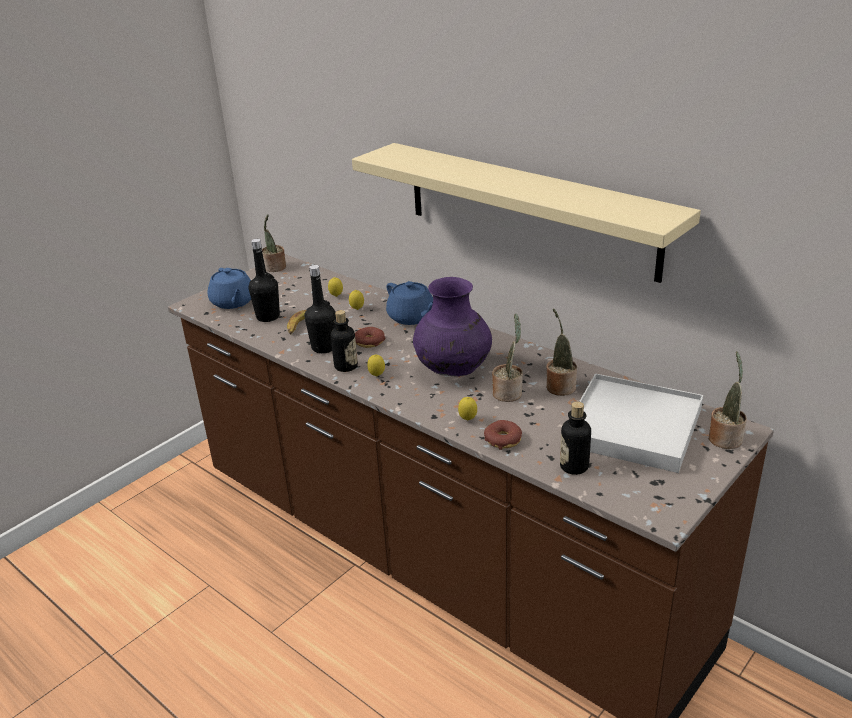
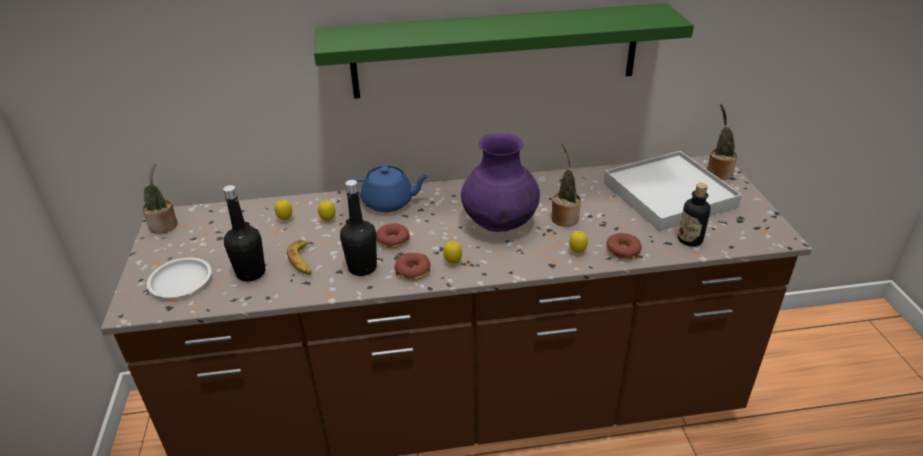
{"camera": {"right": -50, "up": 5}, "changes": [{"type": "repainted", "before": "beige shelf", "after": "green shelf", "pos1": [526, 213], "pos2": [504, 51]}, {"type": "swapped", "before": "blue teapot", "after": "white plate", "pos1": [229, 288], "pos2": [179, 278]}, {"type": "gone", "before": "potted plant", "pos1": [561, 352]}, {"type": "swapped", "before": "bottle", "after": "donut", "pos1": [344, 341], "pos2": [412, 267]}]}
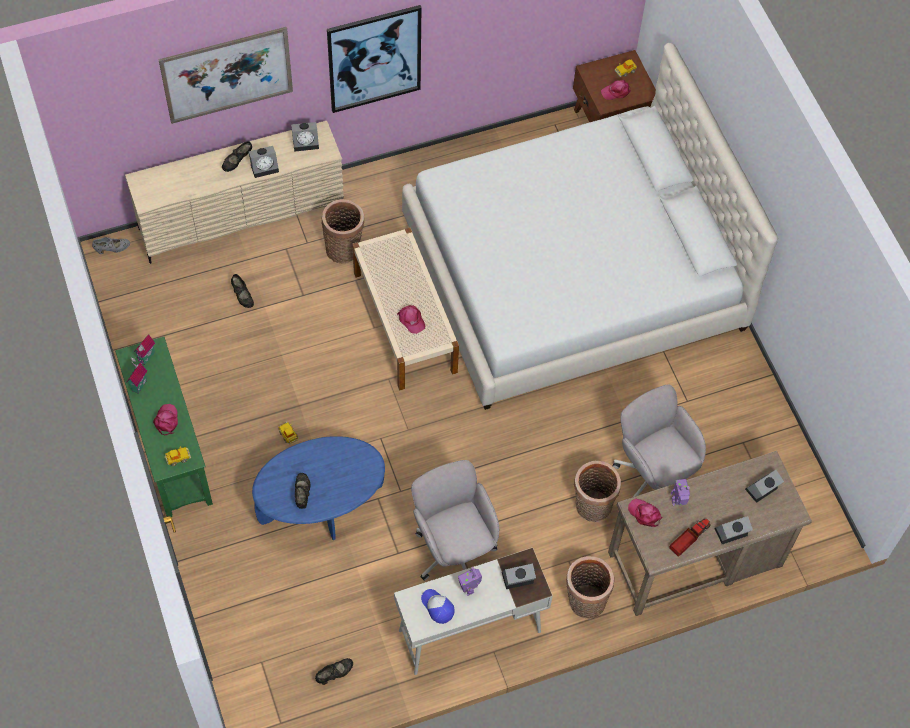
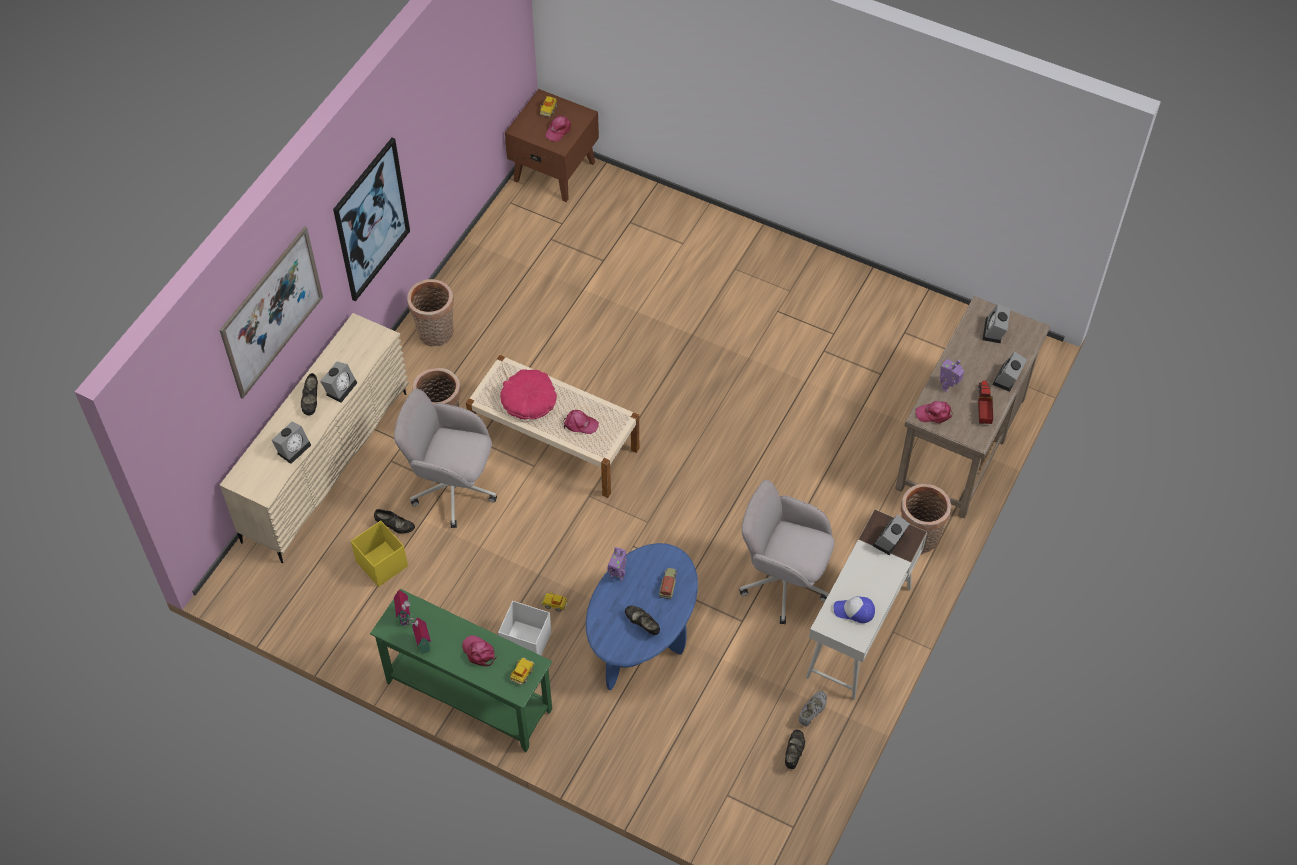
{"camera": {"right": -40, "up": -5}, "changes": [{"type": "gone", "before": "white bed", "pos1": [590, 226]}, {"type": "shifted", "before": "alarm clock", "pos1": [305, 137], "pos2": [291, 442]}, {"type": "shifted", "before": "grey shoe", "pos1": [111, 245], "pos2": [813, 709]}, {"type": "shifted", "before": "grey office chair", "pos1": [659, 440], "pos2": [445, 458]}, {"type": "shifted", "before": "basket", "pos1": [597, 491], "pos2": [430, 313]}, {"type": "shifted", "before": "toy robot", "pos1": [470, 581], "pos2": [617, 564]}, {"type": "new", "after": "pink pillow", "pos2": [528, 394]}, {"type": "new", "after": "yellow storage box", "pos2": [379, 554]}, {"type": "new", "after": "toy truck", "pos2": [668, 583]}, {"type": "new", "after": "white storage box", "pos2": [525, 628]}]}
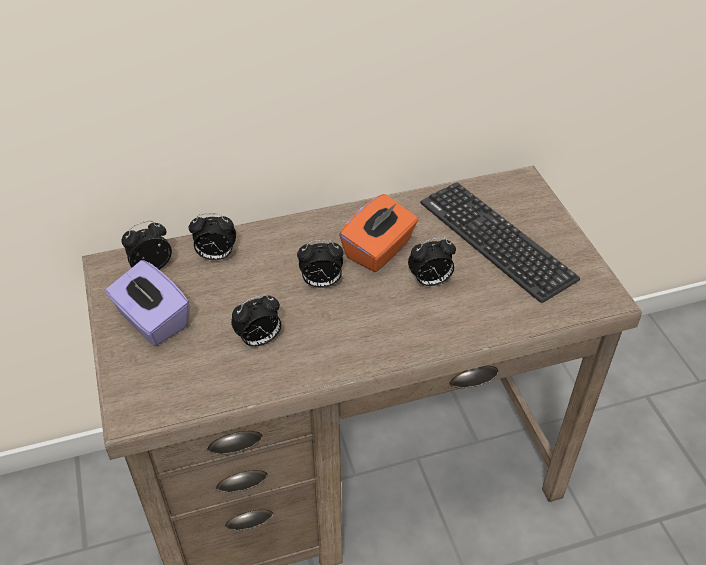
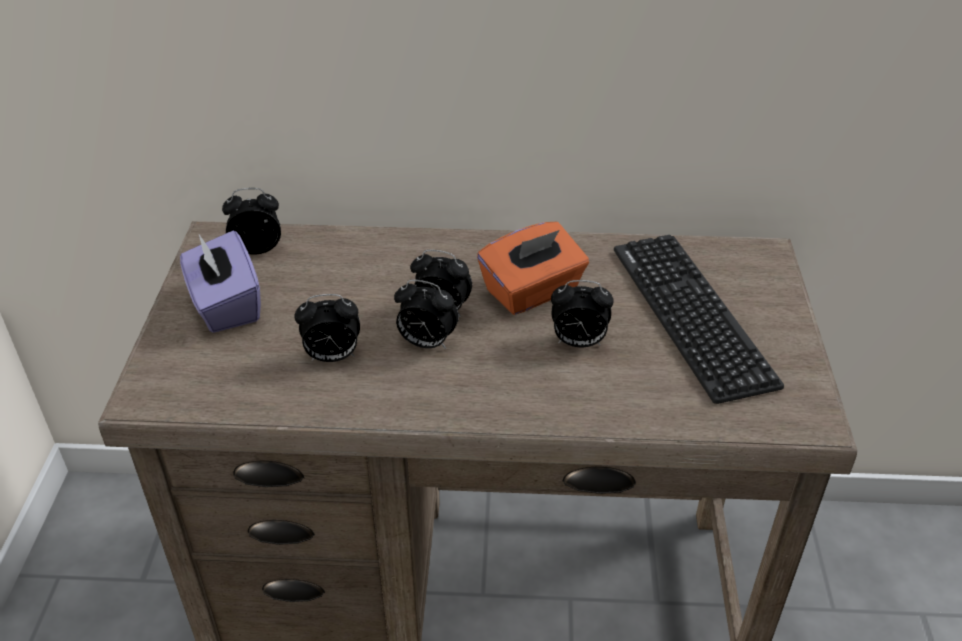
{"camera": {"right": 20, "up": -5}, "changes": [{"type": "shifted", "before": "alarm clock", "pos1": [212, 236], "pos2": [426, 314]}]}
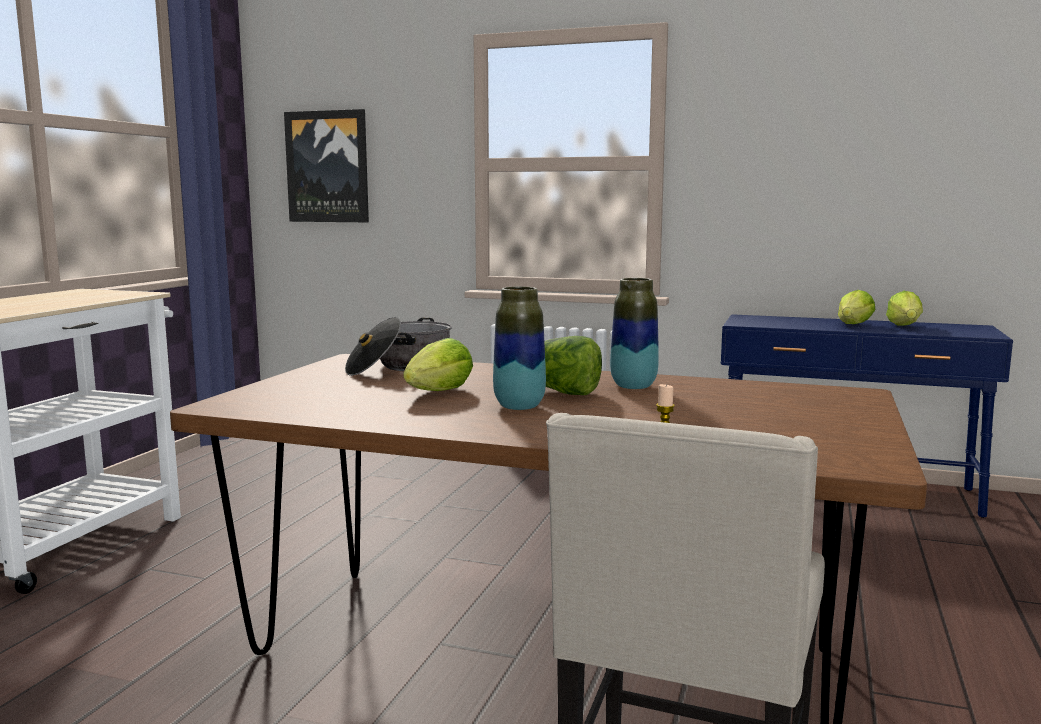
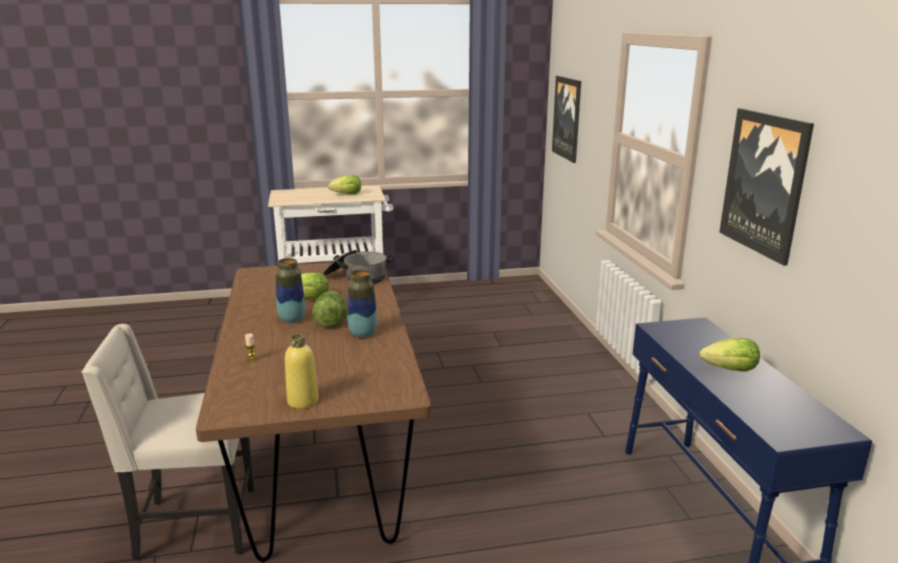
{"camera": {"right": 60, "up": 10}, "changes": [{"type": "shifted", "before": "lettuce", "pos1": [904, 308], "pos2": [344, 184]}, {"type": "new", "after": "picture", "pos2": [766, 187]}, {"type": "new", "after": "yellow bottle", "pos2": [302, 371]}]}
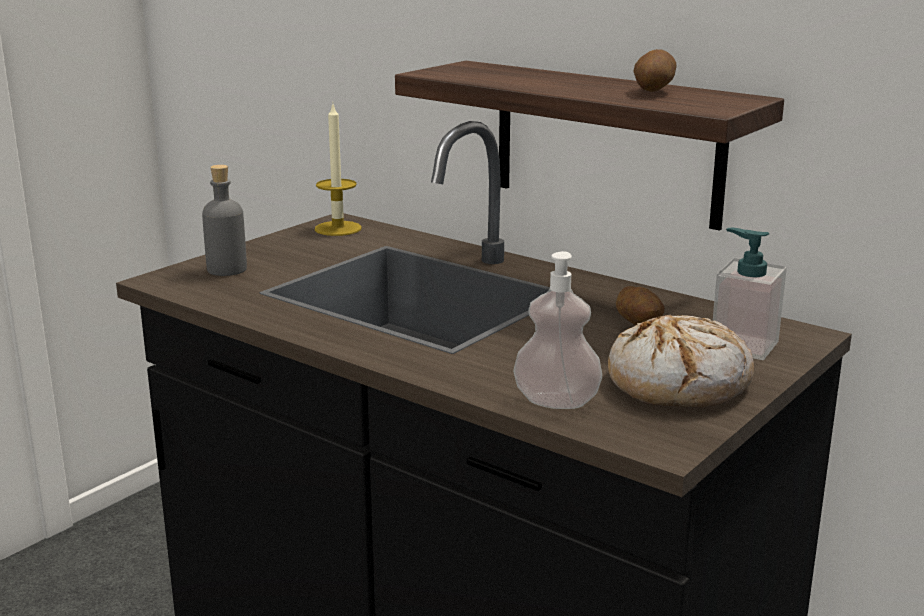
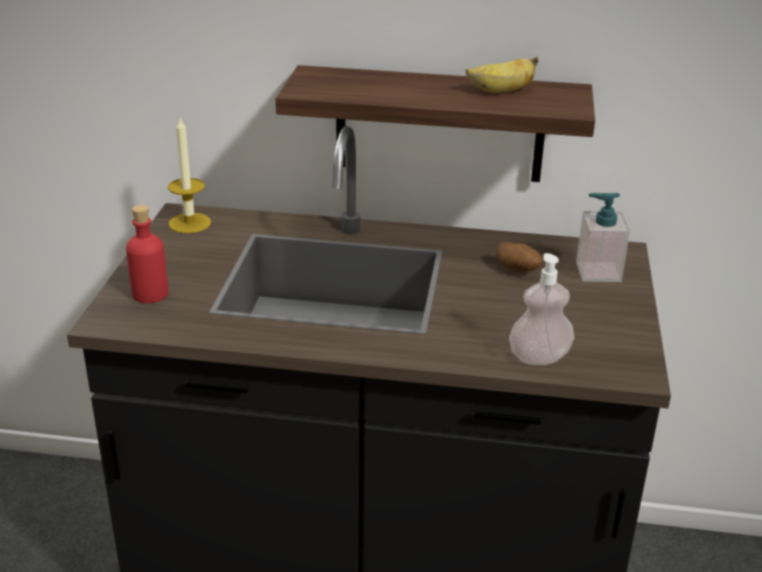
{"camera": {"right": -30, "up": 10}, "changes": [{"type": "swapped", "before": "potato", "after": "banana", "pos1": [655, 70], "pos2": [502, 74]}, {"type": "repainted", "before": "grey bottle", "after": "red bottle", "pos1": [224, 220], "pos2": [147, 254]}, {"type": "gone", "before": "bread", "pos1": [681, 361]}]}
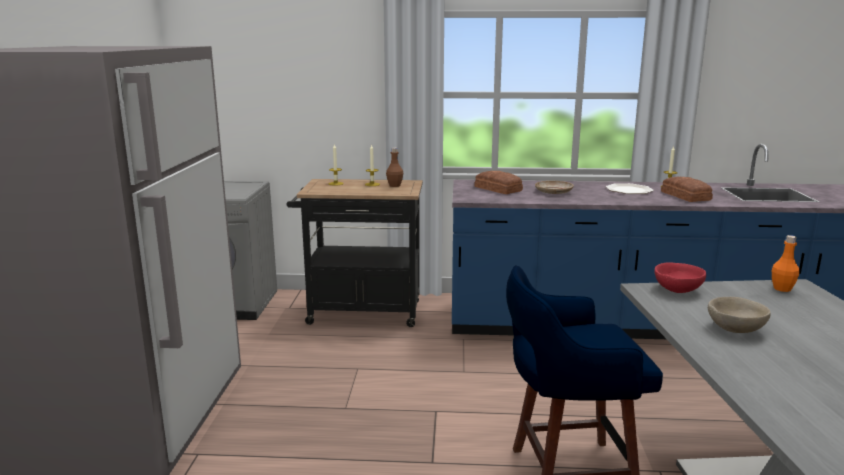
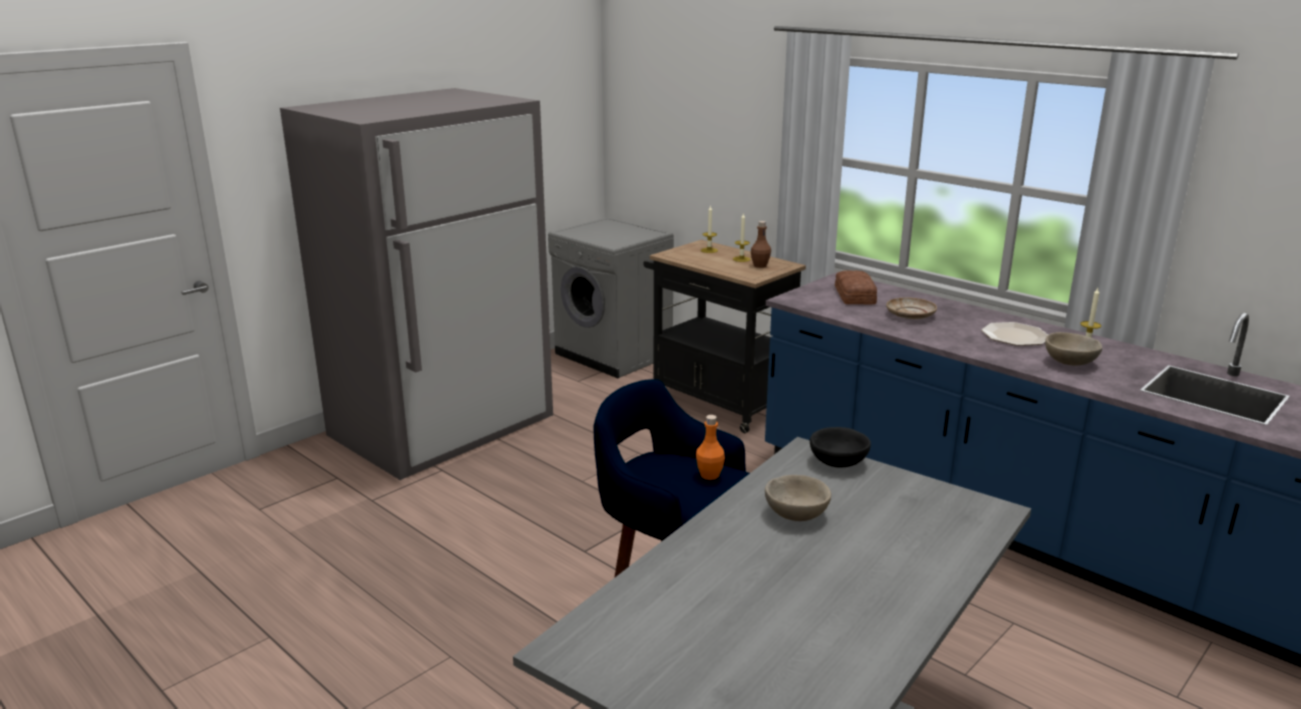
{"camera": {"right": 40, "up": 5}, "changes": [{"type": "swapped", "before": "bread", "after": "beige bowl", "pos1": [687, 189], "pos2": [1073, 349]}, {"type": "shifted", "before": "orange bottle", "pos1": [785, 263], "pos2": [710, 447]}, {"type": "repainted", "before": "red bowl", "after": "black bowl", "pos1": [680, 277], "pos2": [840, 447]}]}
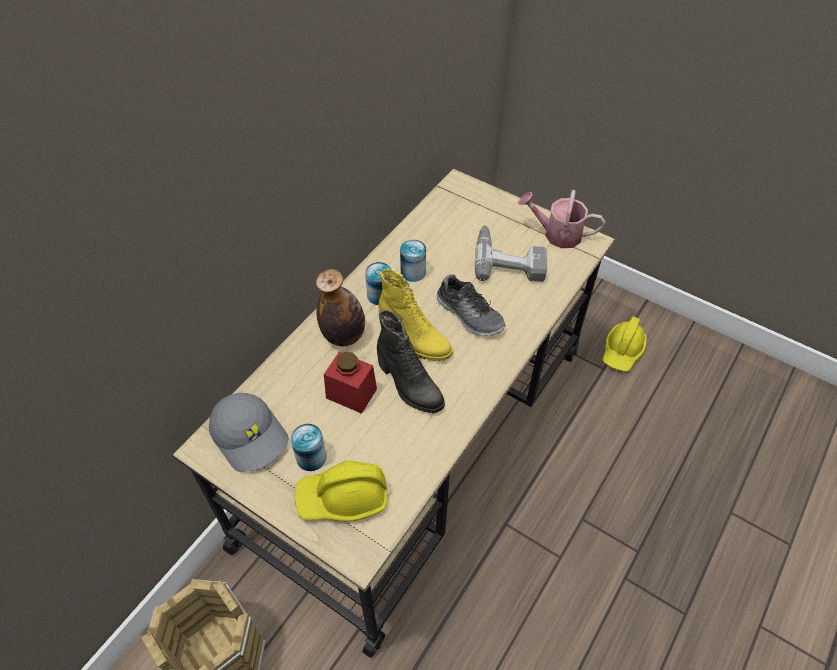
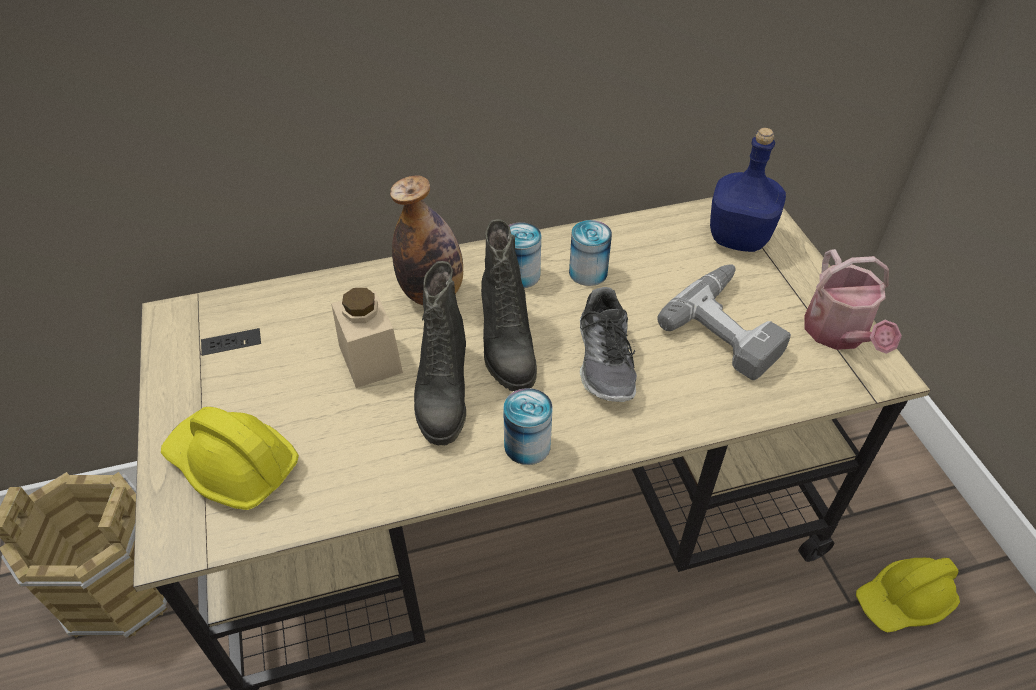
{"camera": {"right": 40, "up": -5}, "changes": [{"type": "rotated", "before": "watering can", "pos1": [561, 219], "pos2": [853, 301], "turn": -150}, {"type": "repainted", "before": "yellow boot", "after": "black boot", "pos1": [415, 315], "pos2": [509, 305]}, {"type": "repainted", "before": "red jar", "after": "beige jar", "pos1": [350, 383], "pos2": [367, 338]}, {"type": "gone", "before": "grey cap", "pos1": [249, 432]}, {"type": "shifted", "before": "can", "pos1": [309, 447], "pos2": [528, 426]}, {"type": "new", "after": "blue bottle", "pos2": [748, 190]}]}
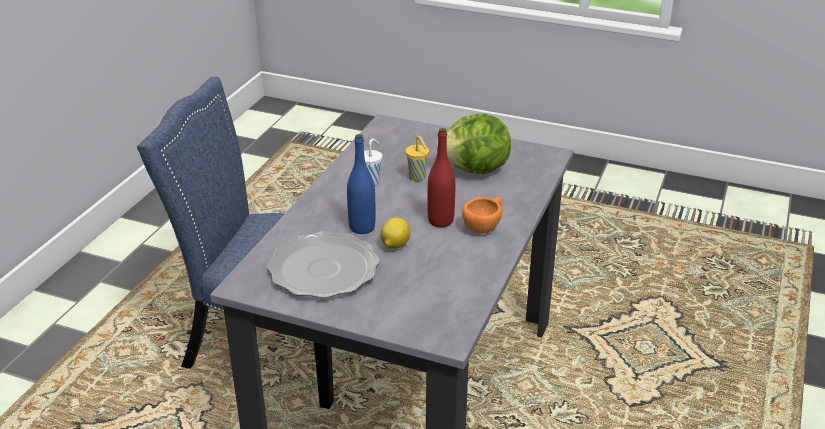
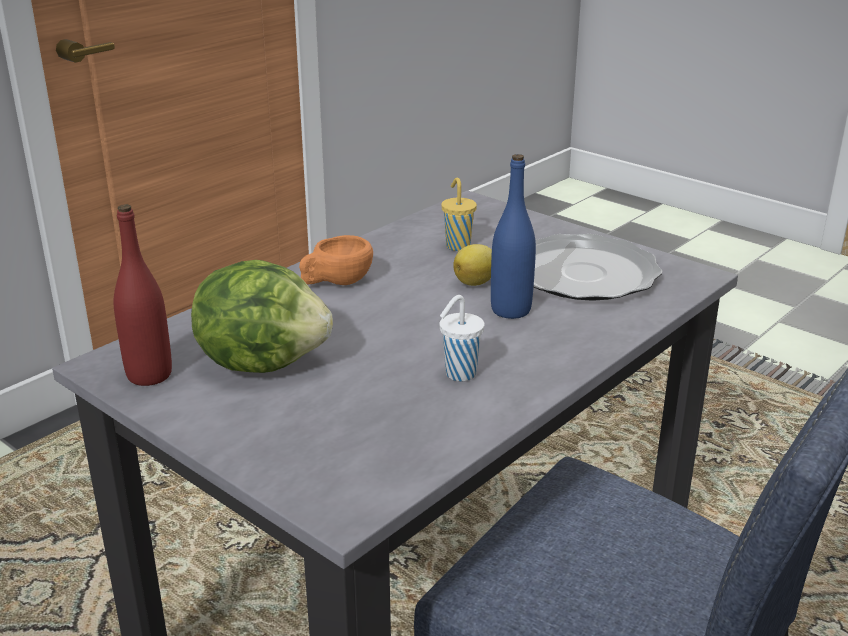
{"camera": {"right": -160, "up": -5}, "changes": [{"type": "shifted", "before": "red bottle", "pos1": [441, 177], "pos2": [143, 295]}, {"type": "shifted", "before": "yellow cup", "pos1": [417, 158], "pos2": [459, 214]}]}
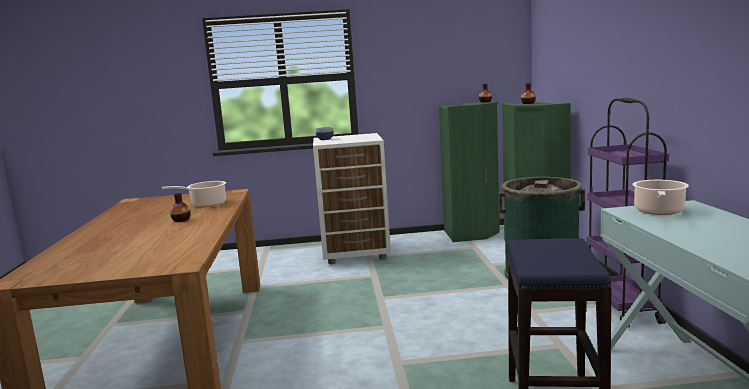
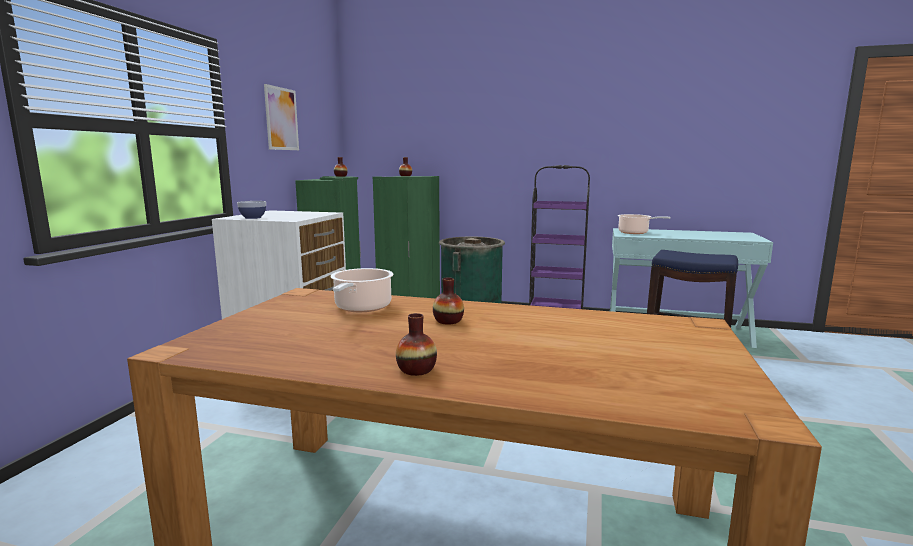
{"camera": {"right": -70, "up": 0}, "changes": [{"type": "new", "after": "picture", "pos2": [281, 117]}, {"type": "new", "after": "vase", "pos2": [416, 344]}]}
